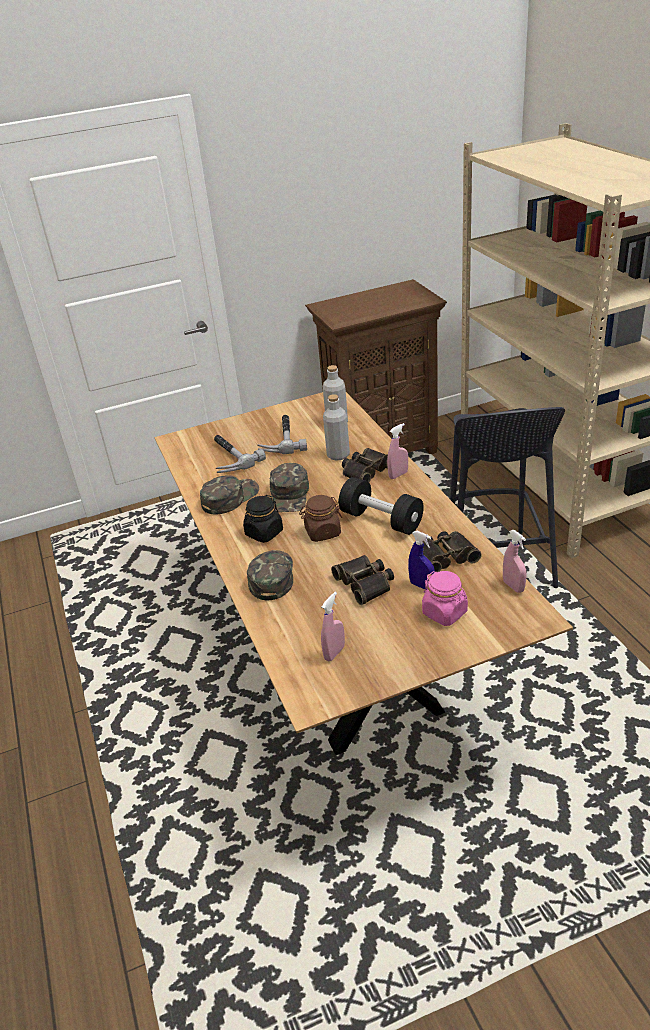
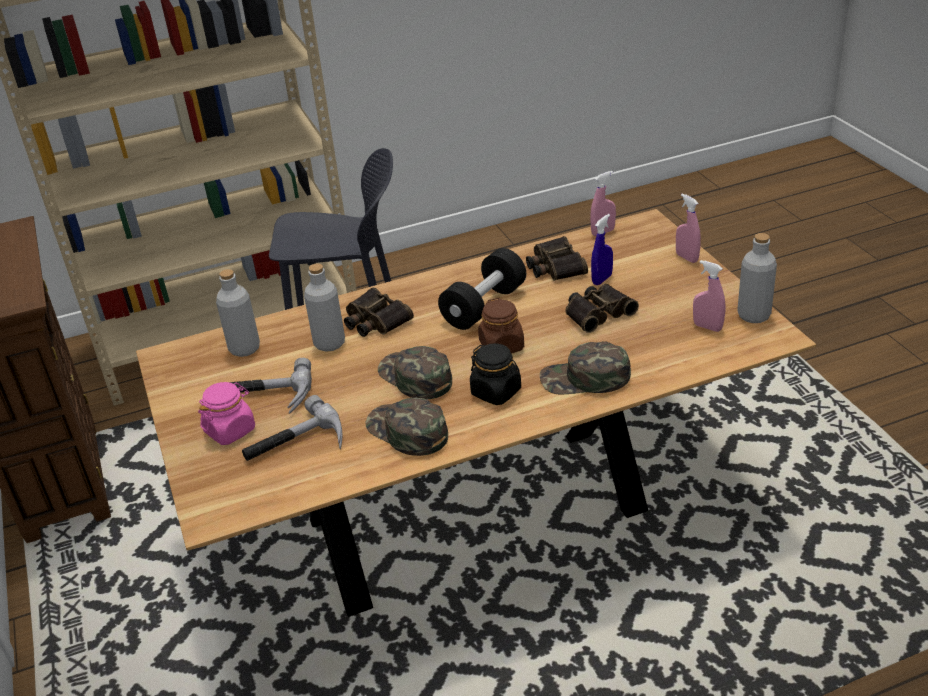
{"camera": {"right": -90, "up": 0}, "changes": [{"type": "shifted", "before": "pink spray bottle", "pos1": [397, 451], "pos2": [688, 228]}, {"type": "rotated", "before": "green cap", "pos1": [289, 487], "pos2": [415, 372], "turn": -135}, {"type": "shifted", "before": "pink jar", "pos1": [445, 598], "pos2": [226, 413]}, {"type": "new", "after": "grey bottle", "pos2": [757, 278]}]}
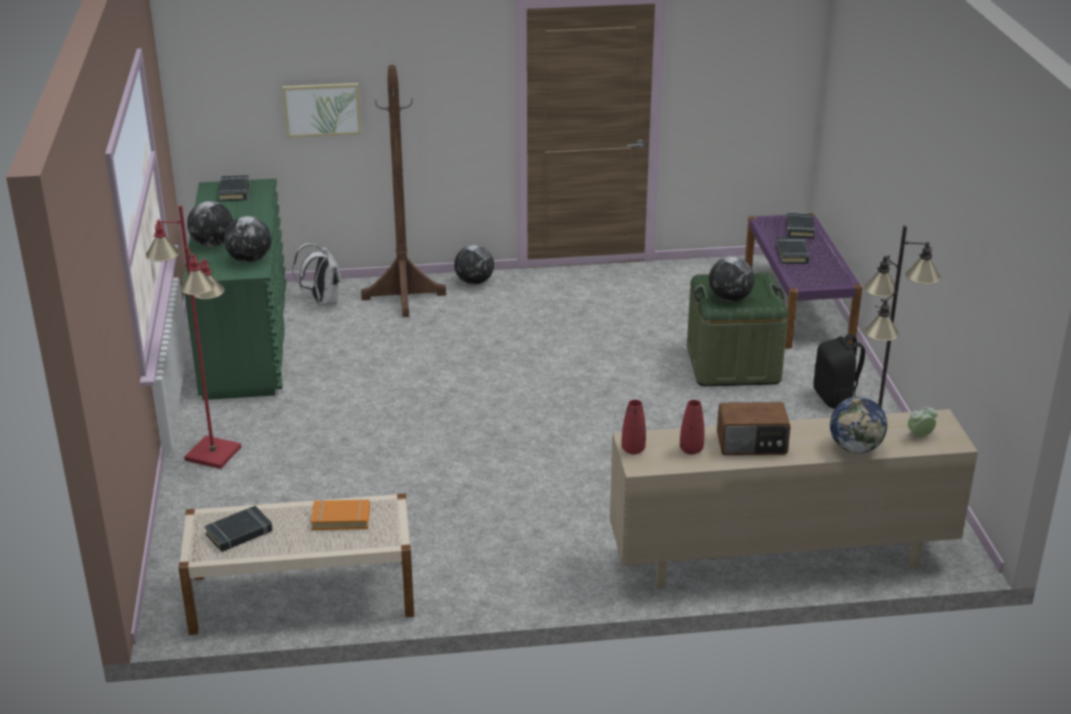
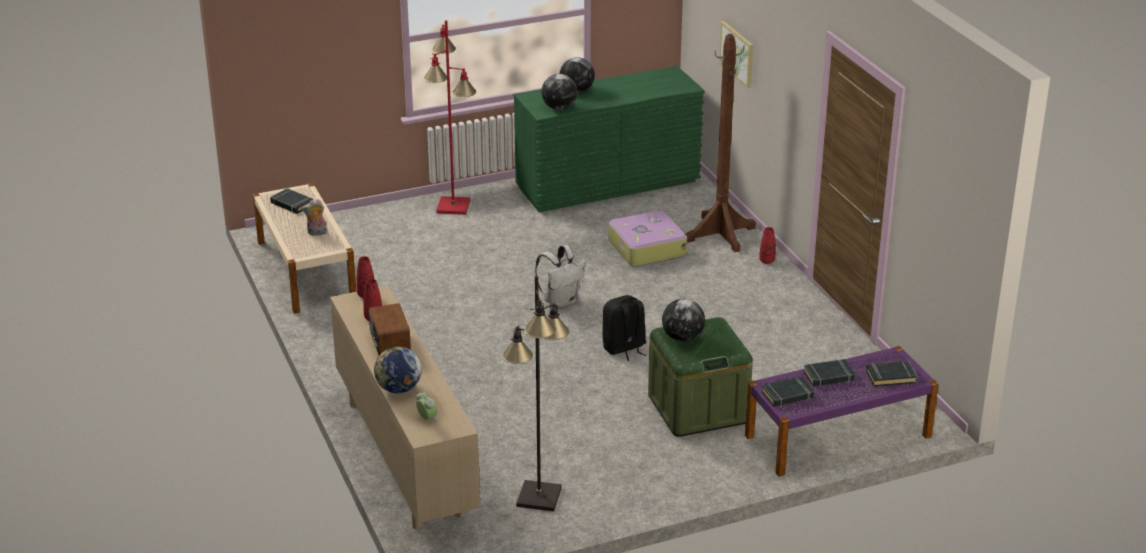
{"camera": {"right": 75, "up": 0}, "changes": [{"type": "shifted", "before": "black book", "pos1": [234, 188], "pos2": [788, 391]}, {"type": "shifted", "before": "white backpack", "pos1": [317, 274], "pos2": [560, 277]}, {"type": "swapped", "before": "globe", "after": "red vase", "pos1": [474, 265], "pos2": [767, 245]}, {"type": "shifted", "before": "black backpack", "pos1": [839, 371], "pos2": [624, 328]}, {"type": "swapped", "before": "orange book", "after": "plush toy", "pos1": [340, 514], "pos2": [315, 217]}, {"type": "new", "after": "suitcase", "pos2": [647, 238]}]}
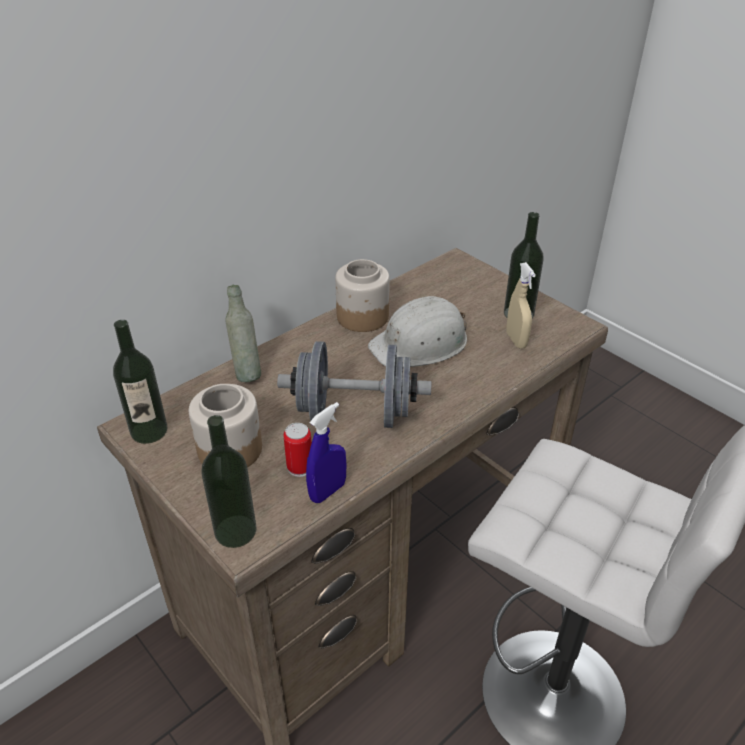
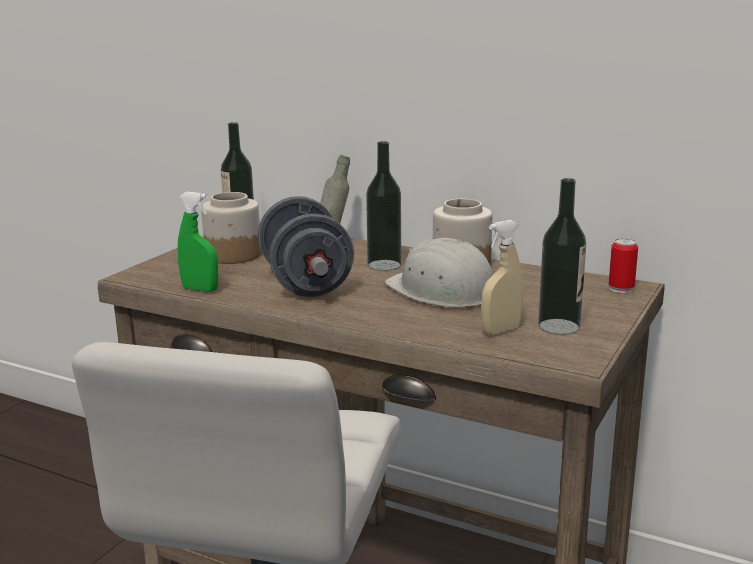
{"camera": {"right": 70, "up": -20}, "changes": [{"type": "repainted", "before": "blue spray bottle", "after": "green spray bottle", "pos1": [326, 452], "pos2": [198, 242]}, {"type": "shifted", "before": "bottle", "pos1": [229, 481], "pos2": [383, 206]}, {"type": "shifted", "before": "can", "pos1": [297, 450], "pos2": [623, 265]}]}
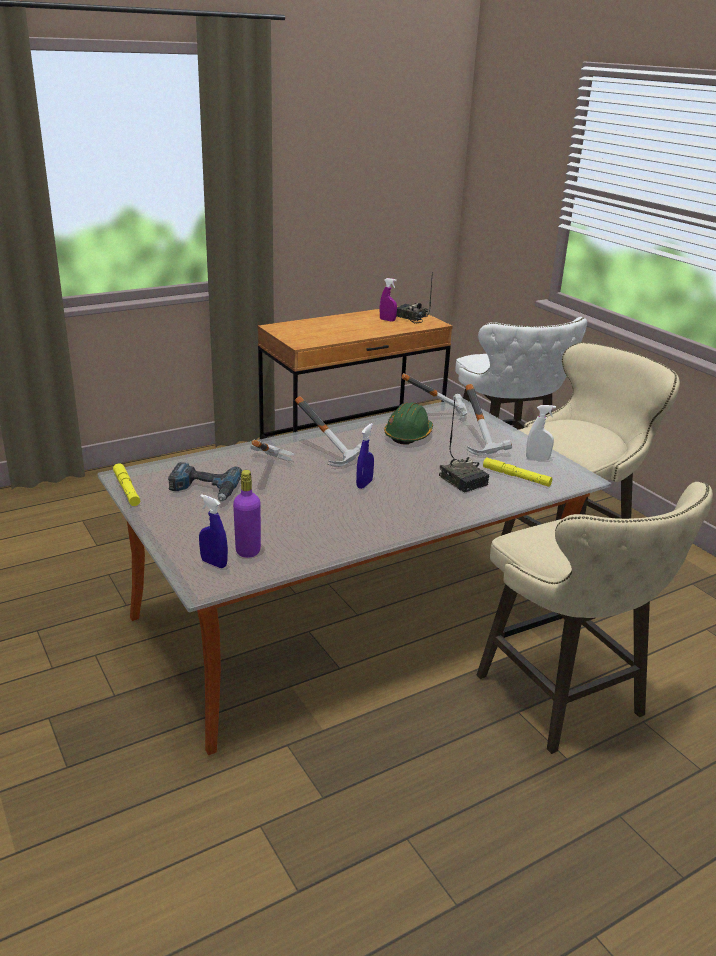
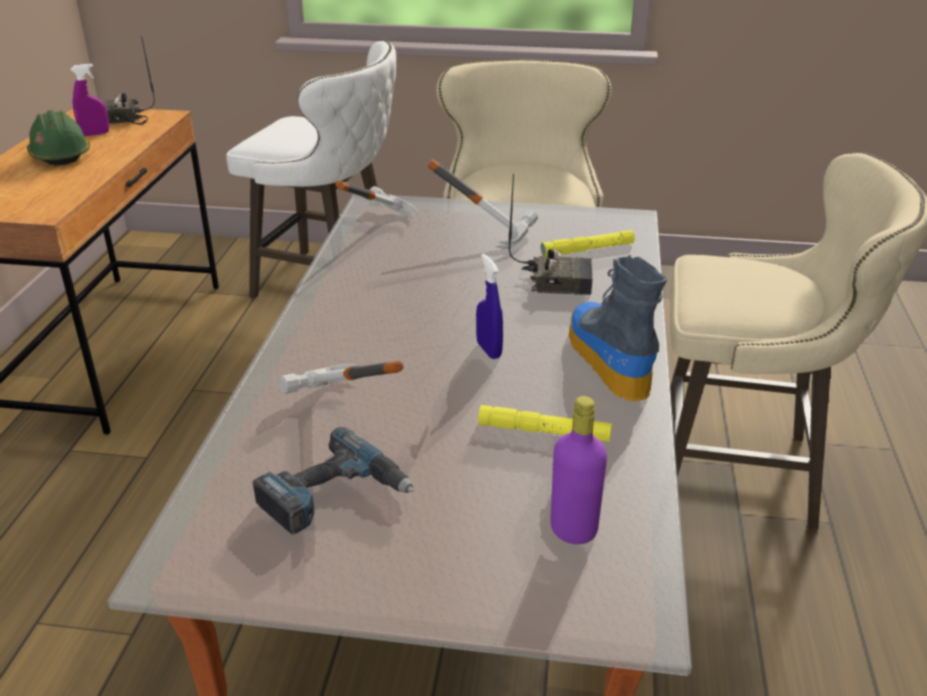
{"camera": {"right": -50, "up": 5}, "changes": [{"type": "gone", "before": "hammer", "pos1": [328, 431]}, {"type": "shifted", "before": "green hard hat", "pos1": [408, 423], "pos2": [58, 137]}, {"type": "gone", "before": "white spray bottle", "pos1": [541, 433]}, {"type": "shifted", "before": "yellow flashlight", "pos1": [126, 484], "pos2": [545, 423]}, {"type": "gone", "before": "blue spray bottle", "pos1": [213, 531]}, {"type": "new", "after": "boot", "pos2": [618, 328]}]}
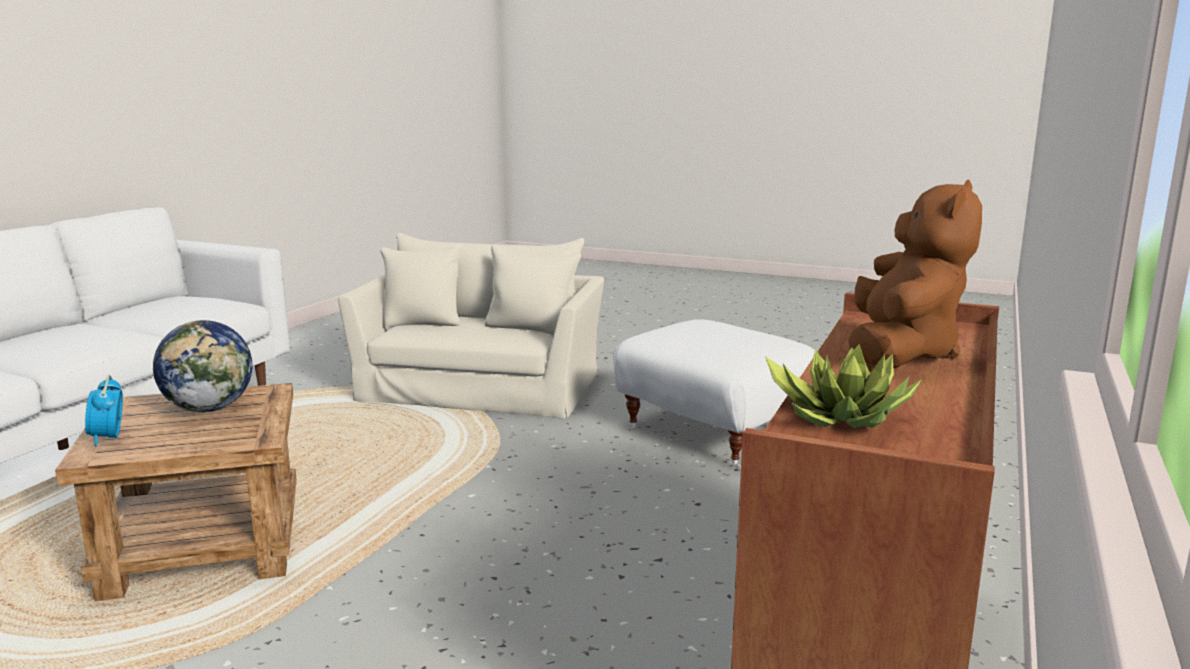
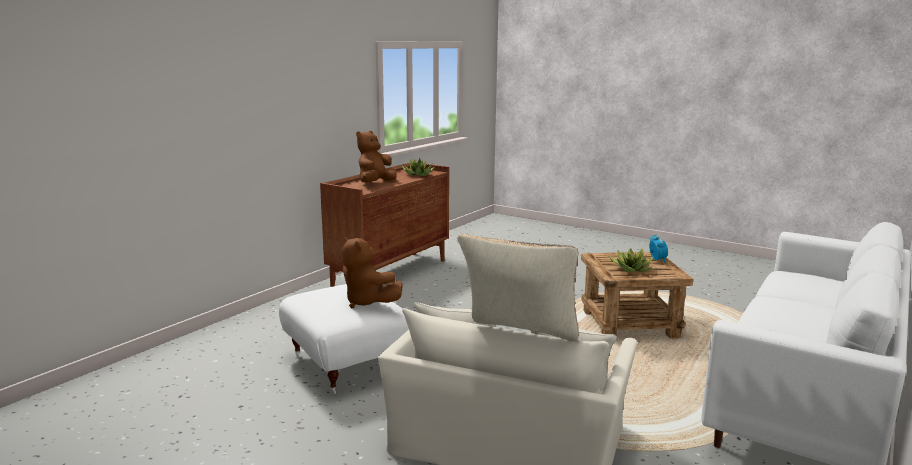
{"camera": {"right": -170, "up": 0}, "changes": [{"type": "swapped", "before": "globe", "after": "potted plant", "pos1": [203, 366], "pos2": [631, 260]}, {"type": "new", "after": "beige pillow", "pos2": [518, 287]}, {"type": "new", "after": "brown plush toy", "pos2": [372, 272]}]}
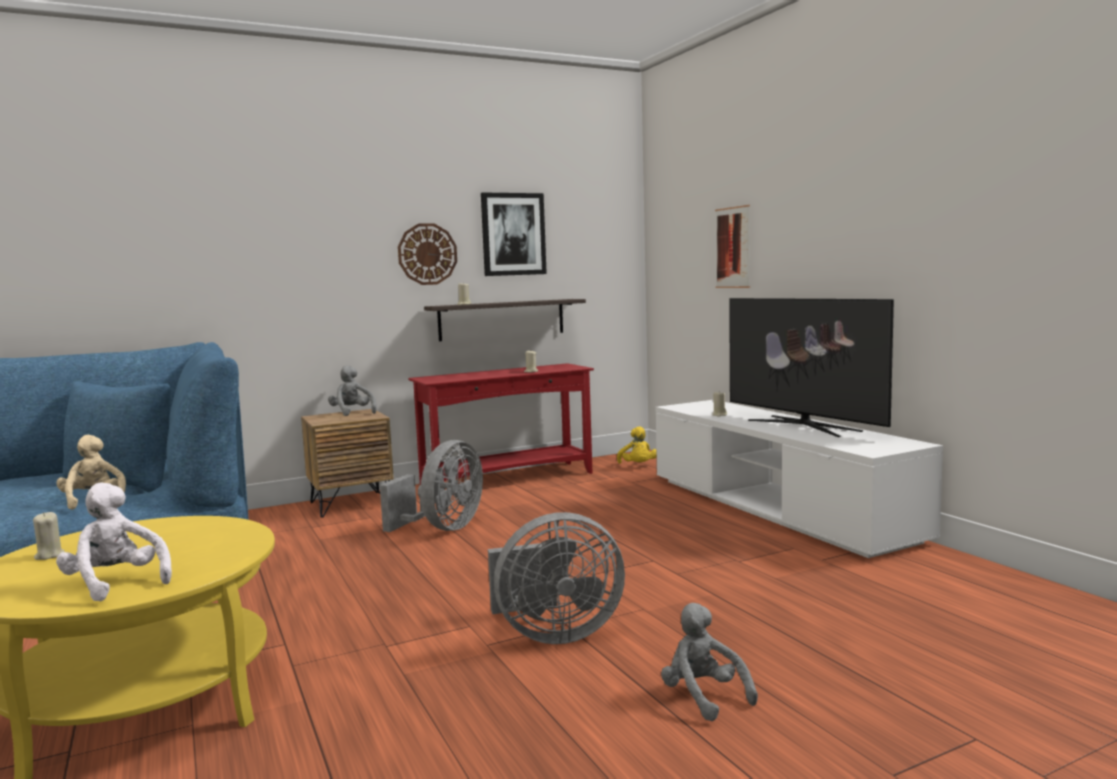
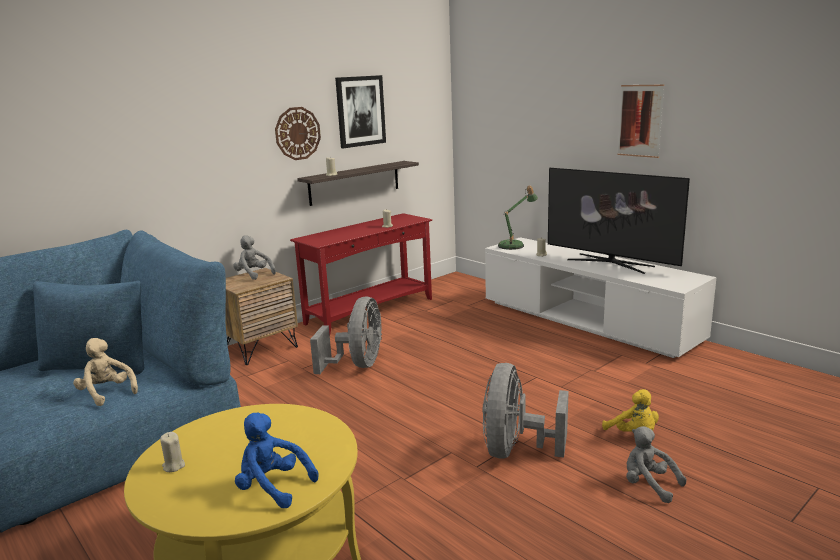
{"camera": {"right": -15, "up": 10}, "changes": [{"type": "shifted", "before": "picture", "pos1": [732, 246], "pos2": [641, 121]}, {"type": "shifted", "before": "yellow plush toy", "pos1": [637, 445], "pos2": [630, 410]}, {"type": "repainted", "before": "white plush toy", "after": "blue plush toy", "pos1": [114, 541], "pos2": [276, 460]}, {"type": "rotated", "before": "grey fan", "pos1": [556, 578], "pos2": [525, 410], "turn": 135}, {"type": "new", "after": "table lamp", "pos2": [518, 217]}]}
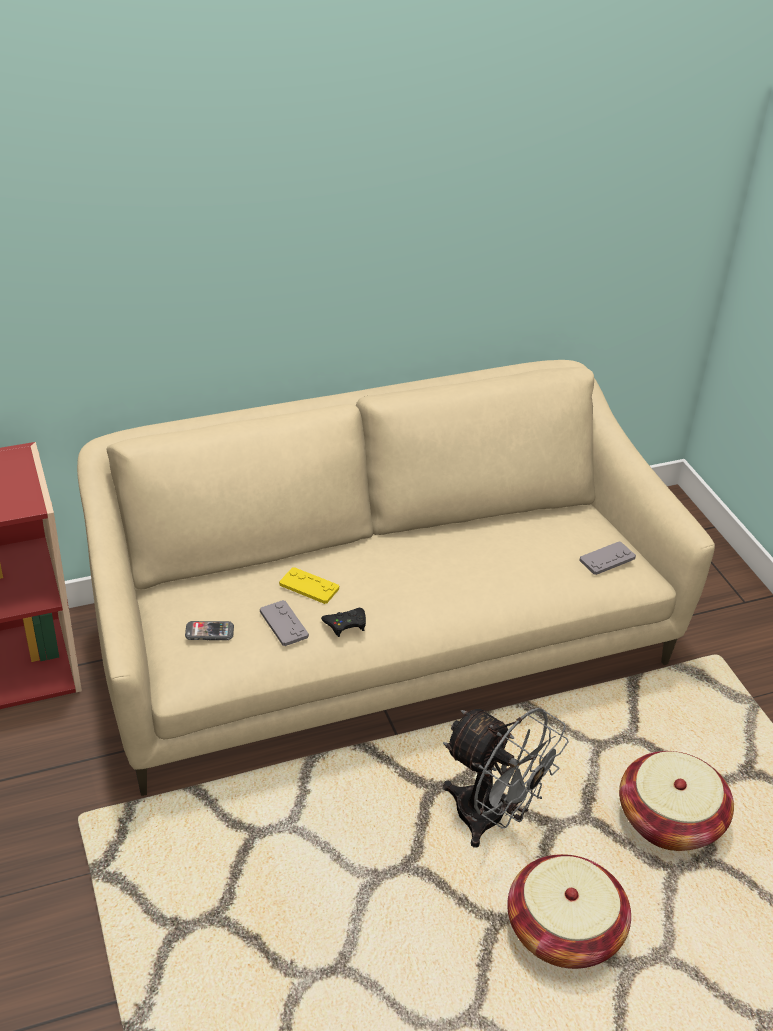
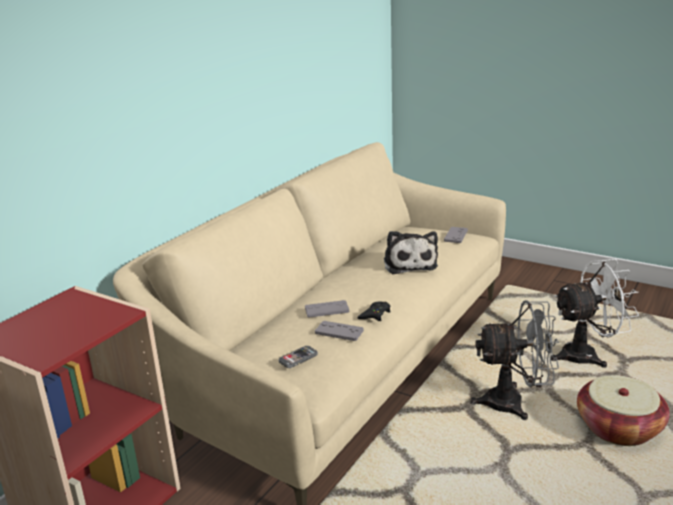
{"camera": {"right": -35, "up": -15}, "changes": [{"type": "repainted", "before": "yellow game controller", "after": "grey game controller", "pos1": [309, 585], "pos2": [327, 309]}, {"type": "swapped", "before": "basket", "after": "white fan", "pos1": [676, 801], "pos2": [595, 313]}, {"type": "new", "after": "plush toy", "pos2": [411, 252]}]}
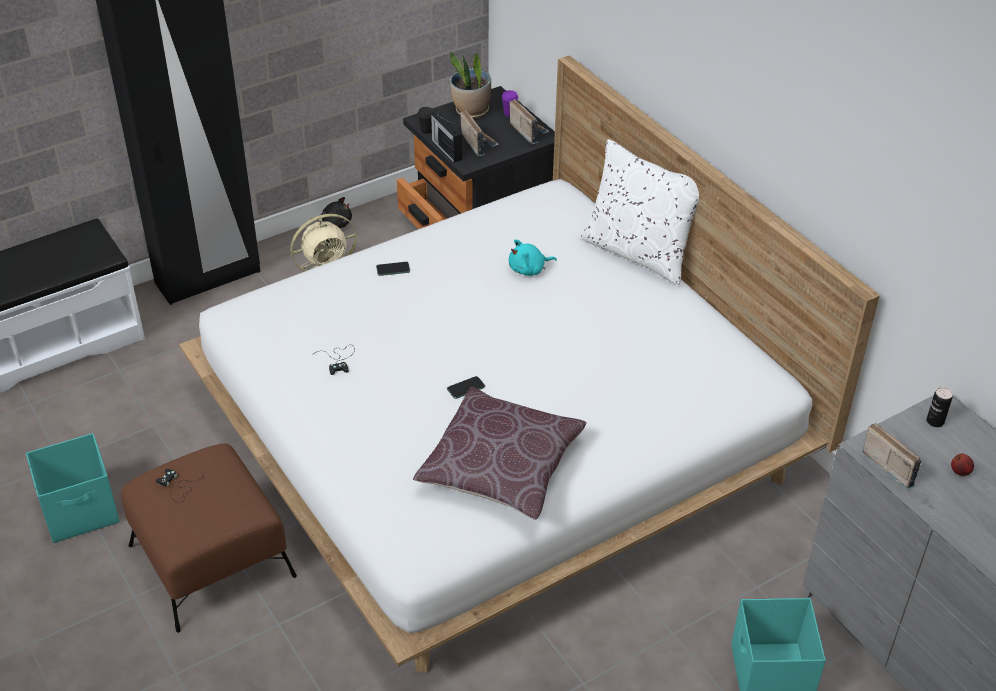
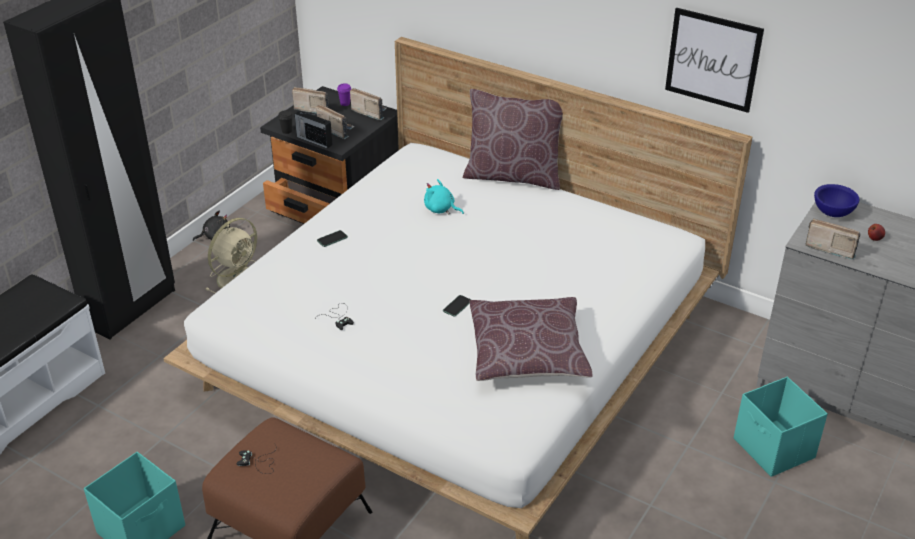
{"camera": {"right": -25, "up": -5}, "changes": [{"type": "swapped", "before": "potted plant", "after": "radio", "pos1": [470, 84], "pos2": [310, 100]}, {"type": "repainted", "before": "white pillow", "after": "brown pillow", "pos1": [639, 212], "pos2": [513, 139]}, {"type": "rotated", "before": "turquoise plush toy", "pos1": [533, 257], "pos2": [444, 197], "turn": 75}, {"type": "swapped", "before": "can", "after": "blue bowl", "pos1": [939, 407], "pos2": [836, 200]}, {"type": "new", "after": "picture", "pos2": [714, 60]}]}
